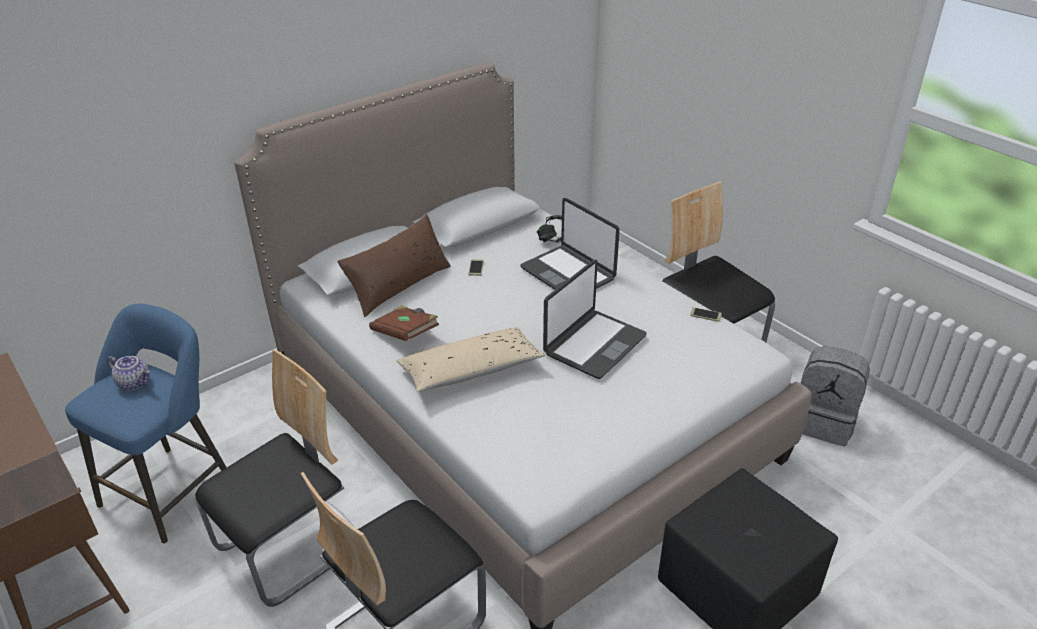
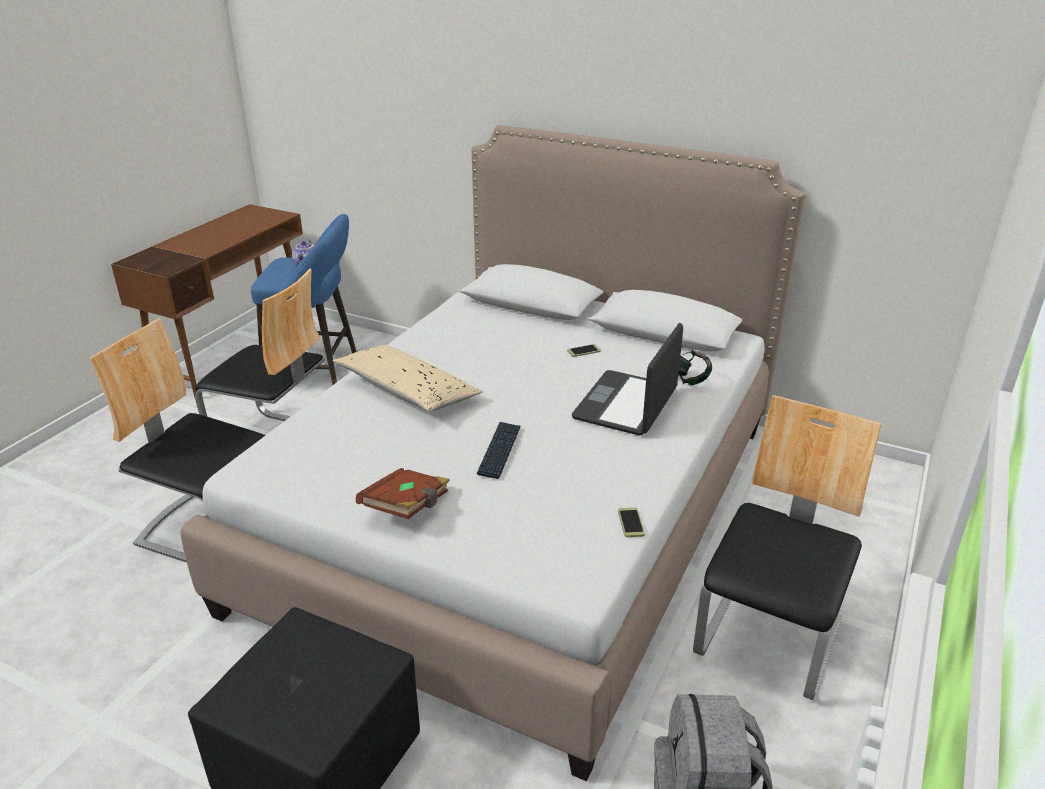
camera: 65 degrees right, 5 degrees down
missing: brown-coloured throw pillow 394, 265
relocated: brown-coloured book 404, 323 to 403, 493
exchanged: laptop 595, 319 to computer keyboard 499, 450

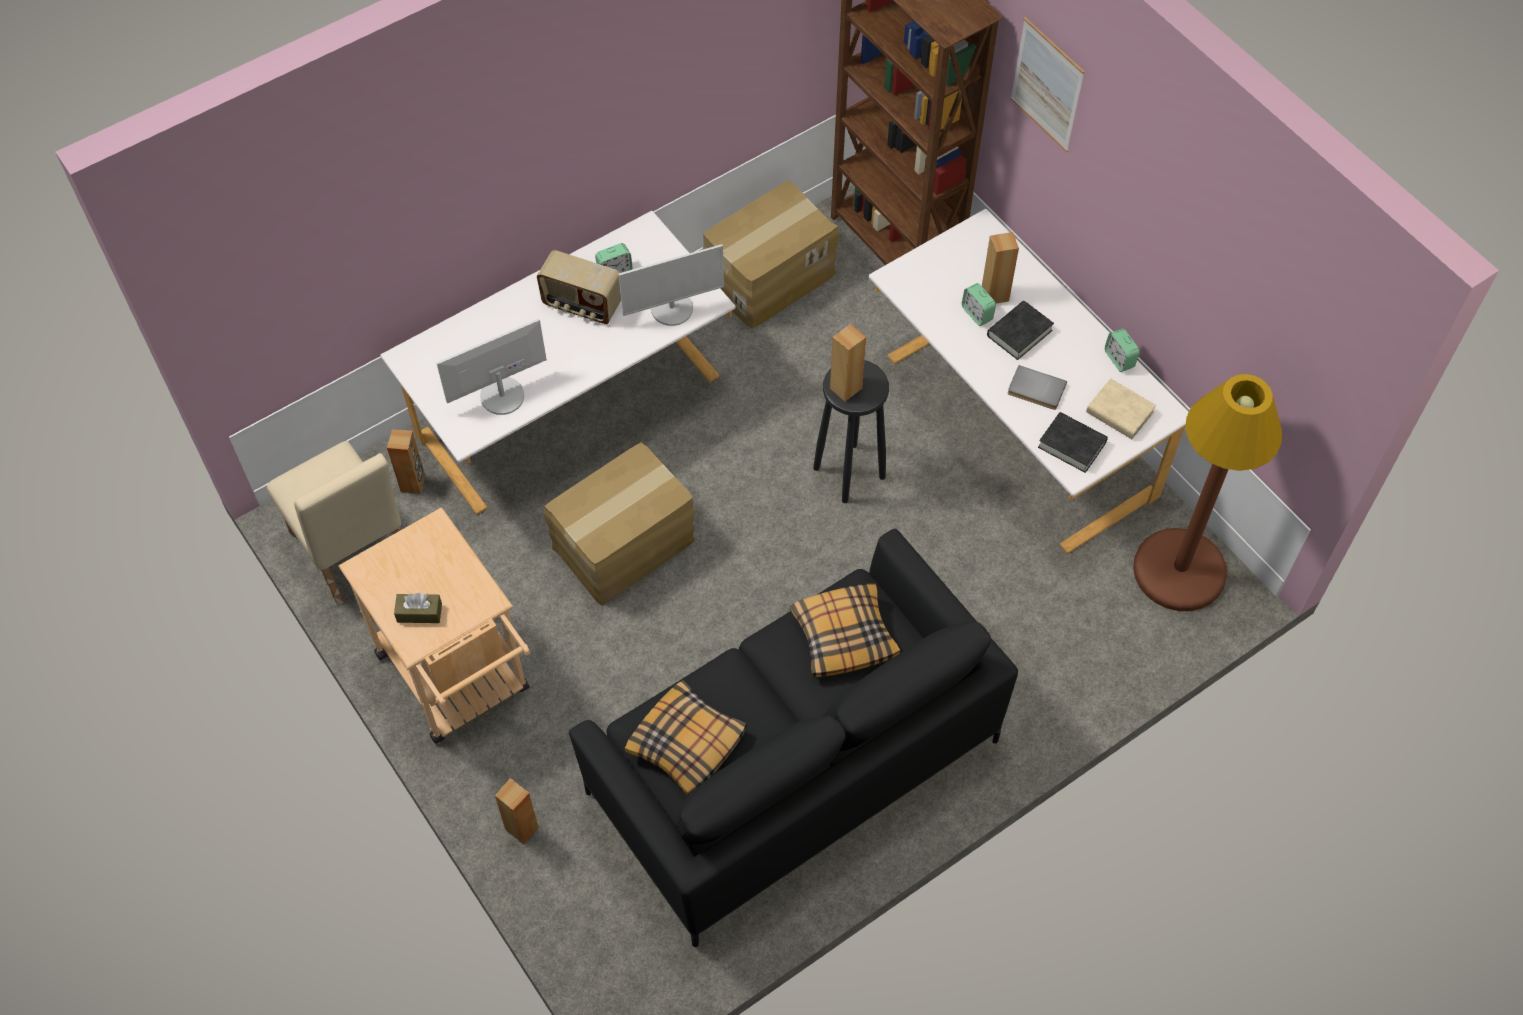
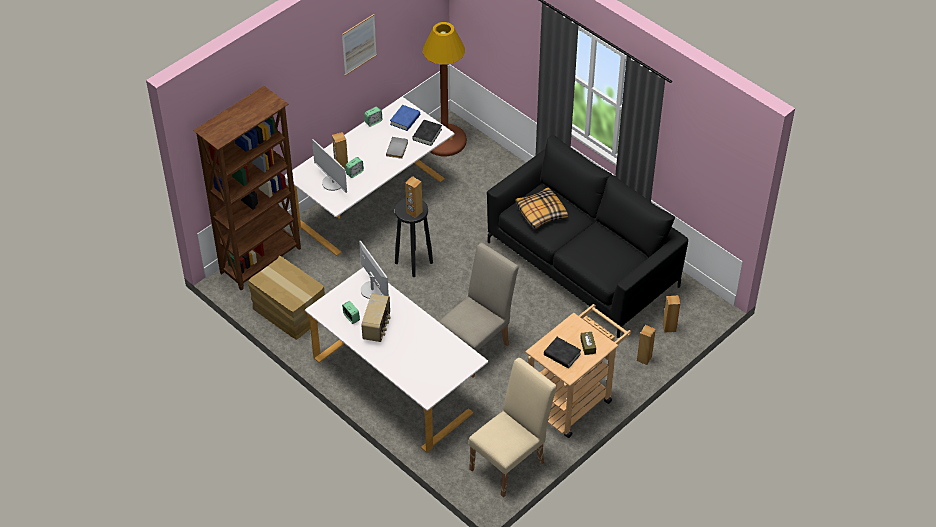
camera: 100 degrees left, 10 degrees down
missing: throw pillow 686, 738
relocated: picture 1048, 84 to 359, 45; black-coloured book 1020, 330 to 562, 352; computer screen 491, 366 to 329, 166; brown-coloured speaker 406, 462 to 671, 314
exchanged: cardboard box 619, 524 to beige chair 478, 310
colour: beige book 1121, 409 to blue-coloured book 405, 118

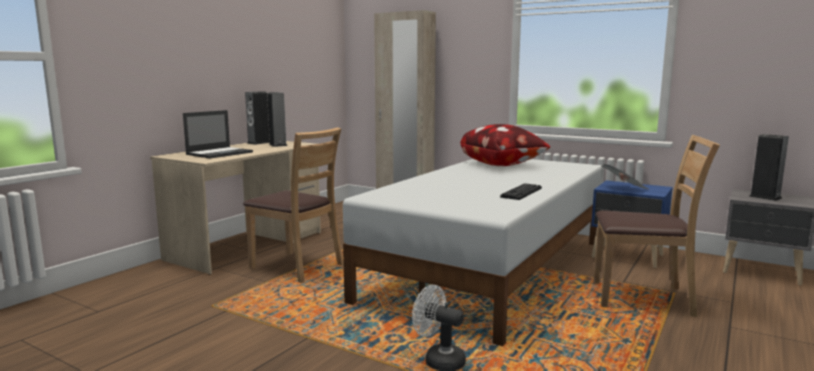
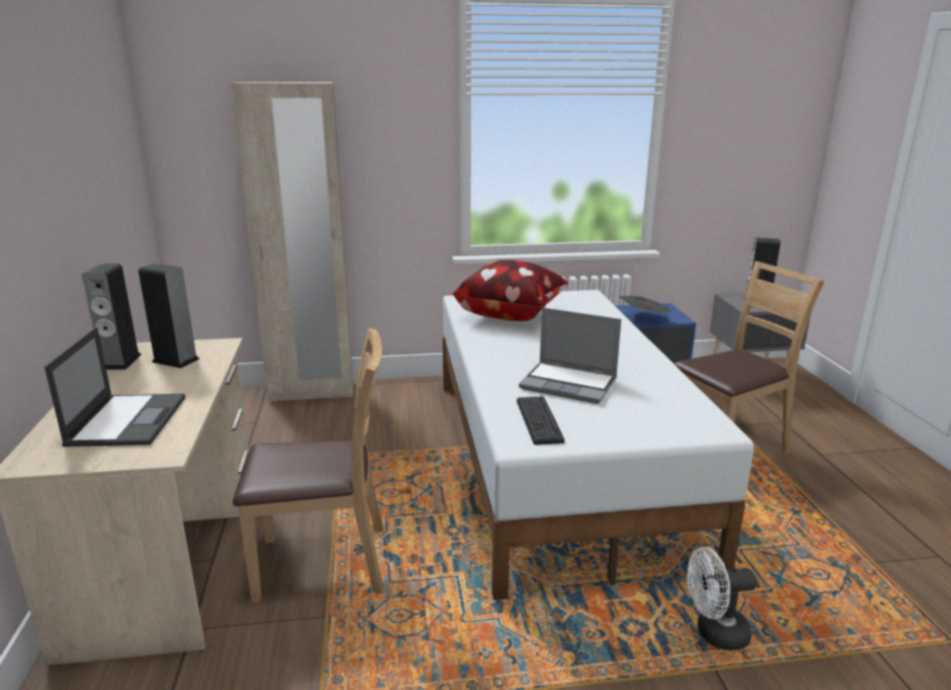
camera: 40 degrees left, 10 degrees up
appeared: laptop 570, 355
relocated: computer keyboard 521, 191 to 541, 420

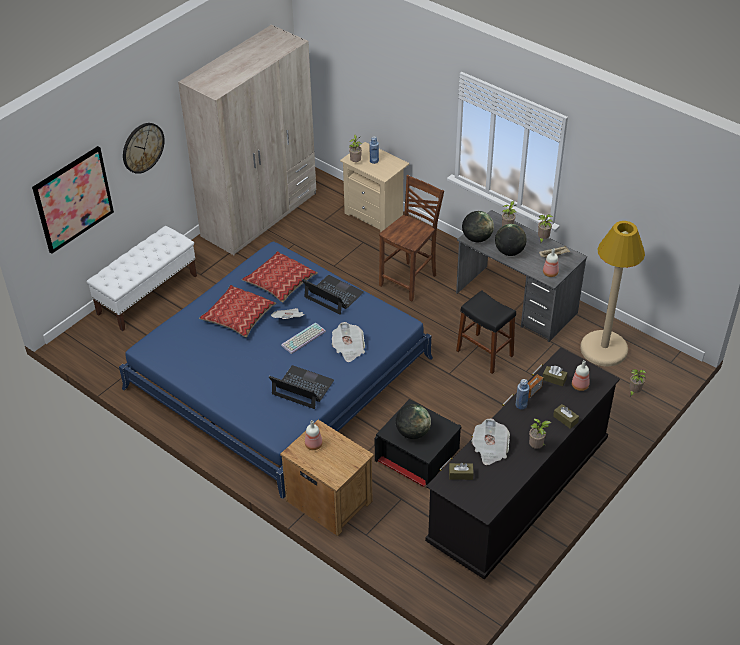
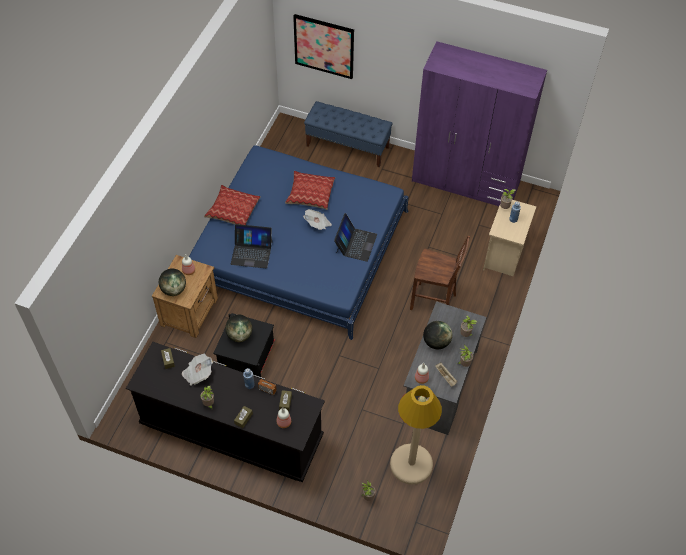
camera: 70 degrees right, 10 degrees up
missing: clock on the wall 144, 148; black-coloured sitting stool 486, 332; computer keyboard 303, 338; newspaper 348, 342
relocated: world globe 478, 226 to 172, 282; throw pillow 279, 277 to 232, 205
colour: beige wardrobe 247, 140 to purple wardrobe 479, 123; whitish indoor bench 142, 278 to blue-coloured indoor bench 348, 134
spun: laptop 301, 387 = 251, 246 90 degrees clockwise

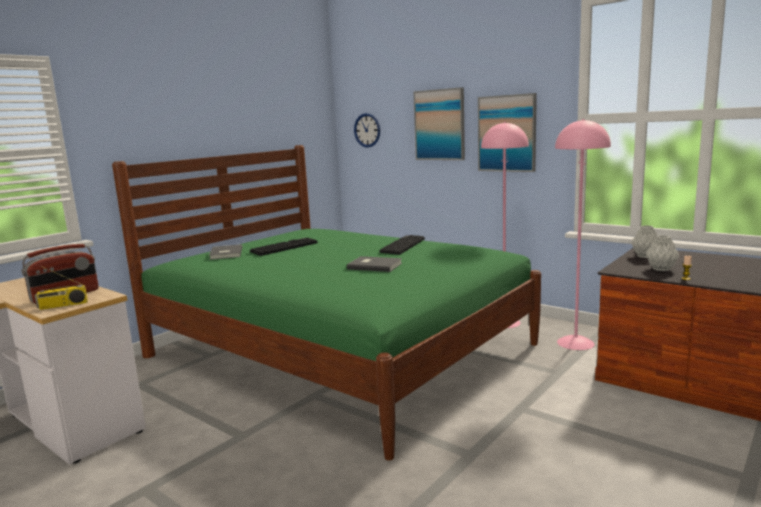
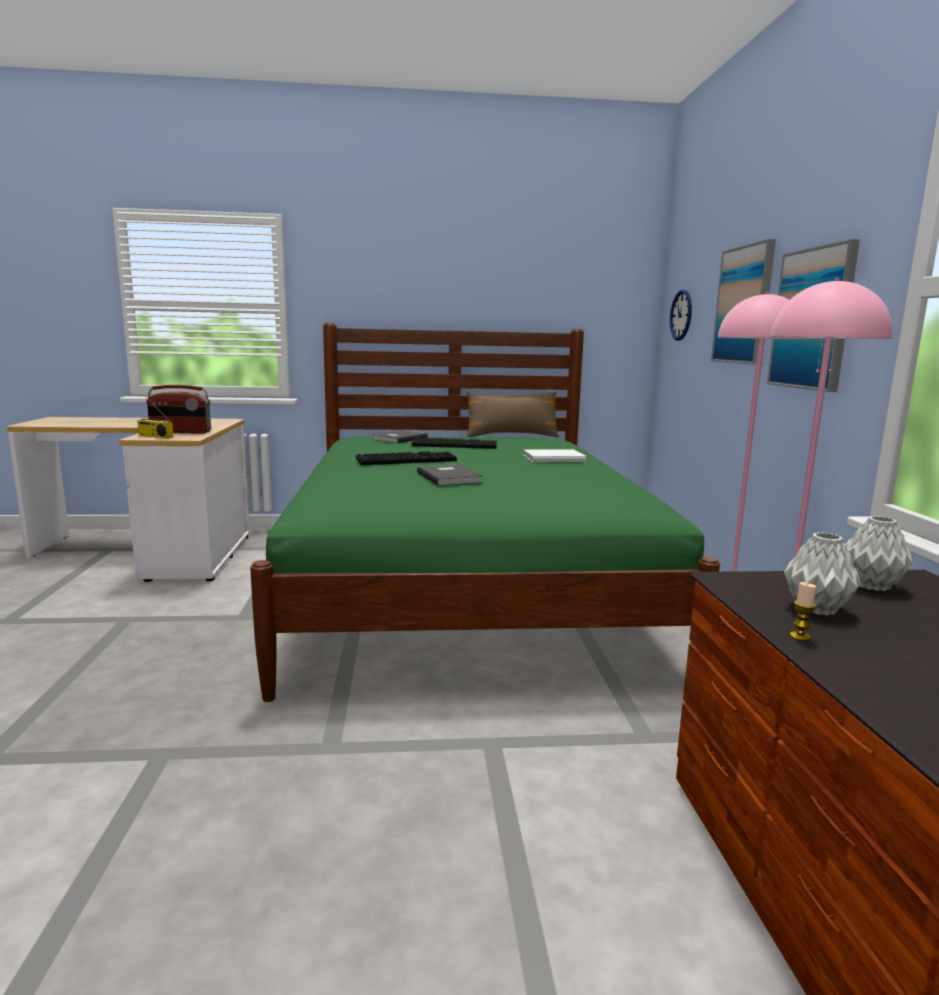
camera: 45 degrees right, 0 degrees up
appeared: brown-coloured throw pillow 513, 414; whitish book 555, 455
relocated: computer keyboard 402, 245 to 406, 458

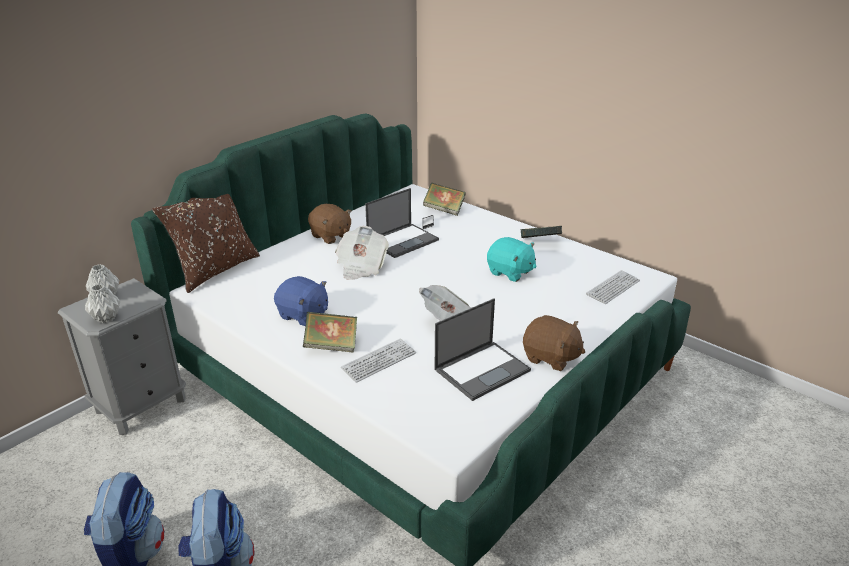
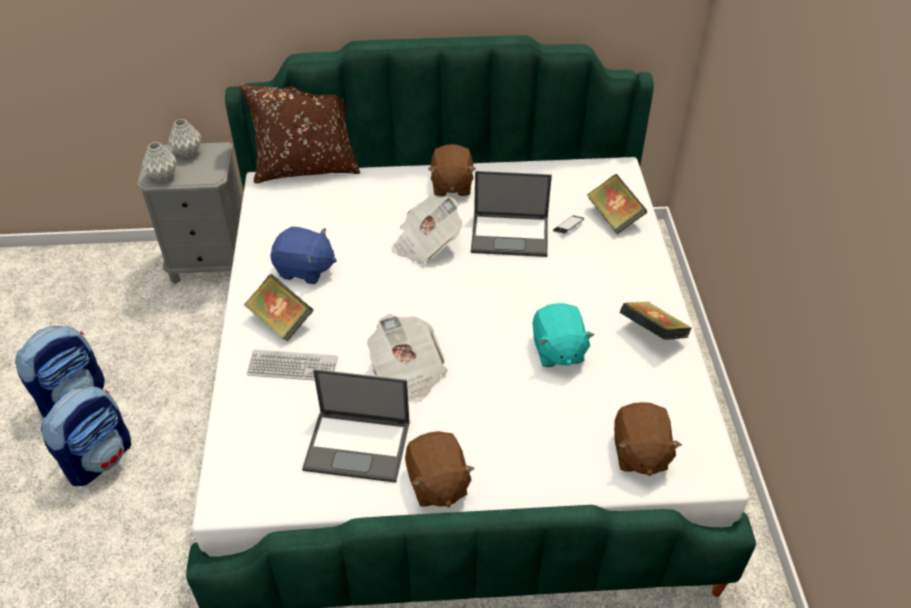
camera: 45 degrees right, 15 degrees up
exchanged: computer keyboard 613, 287 to brown-coloured soft toy 648, 439
spun: blue-coloured soft toy 301, 301 = 303, 255 60 degrees counterclockwise

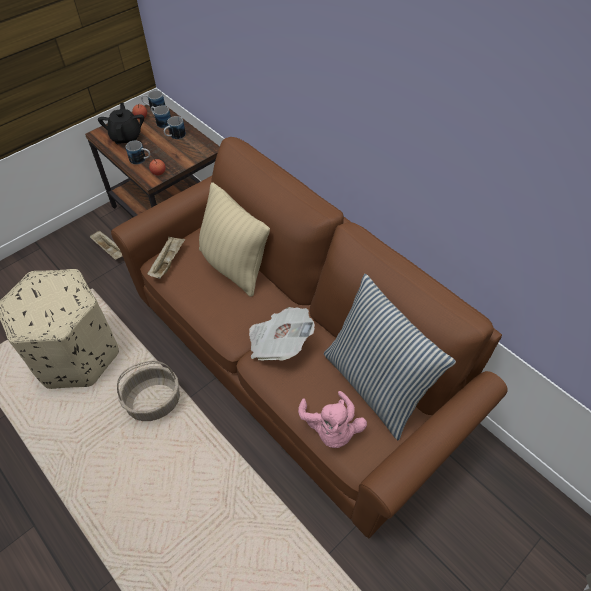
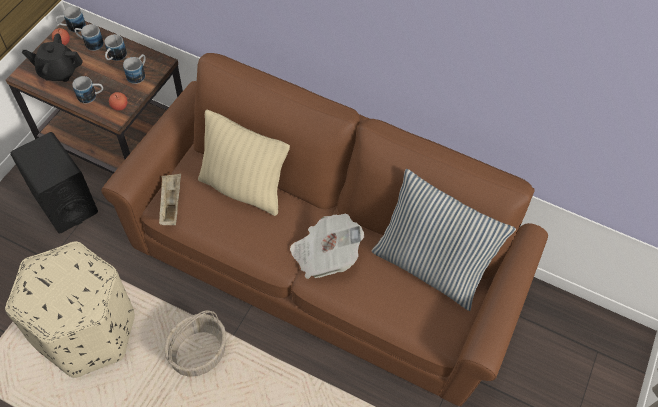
camera: 25 degrees left, 5 degrees up
missing: pink soft toy 332, 419
appeared: mug 134, 69
exchanged: beige tray 106, 245 to black-coloured speaker 54, 182
spun: black-coloured tea pot 121, 123 = 52, 57 60 degrees counterclockwise

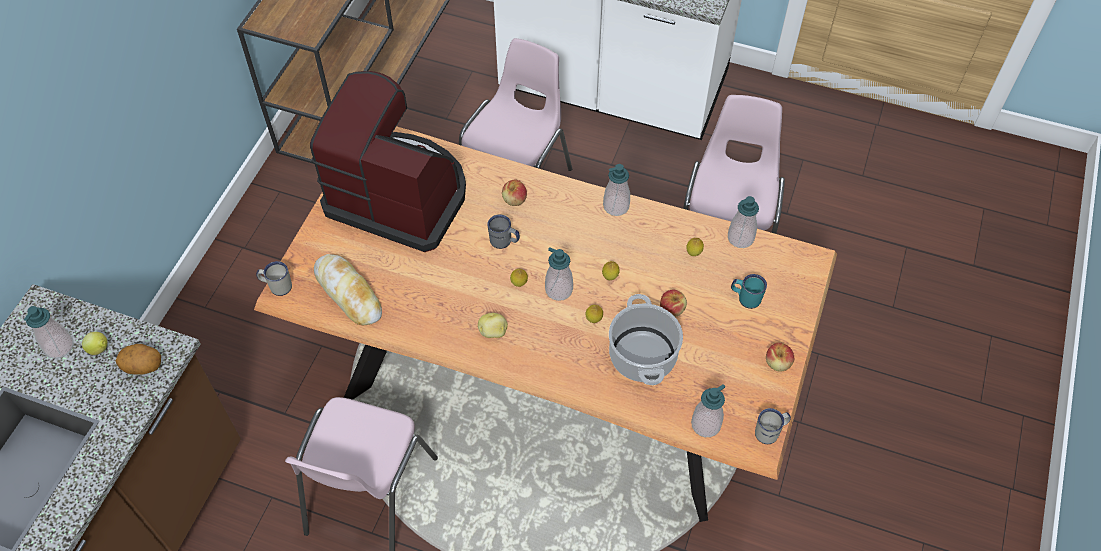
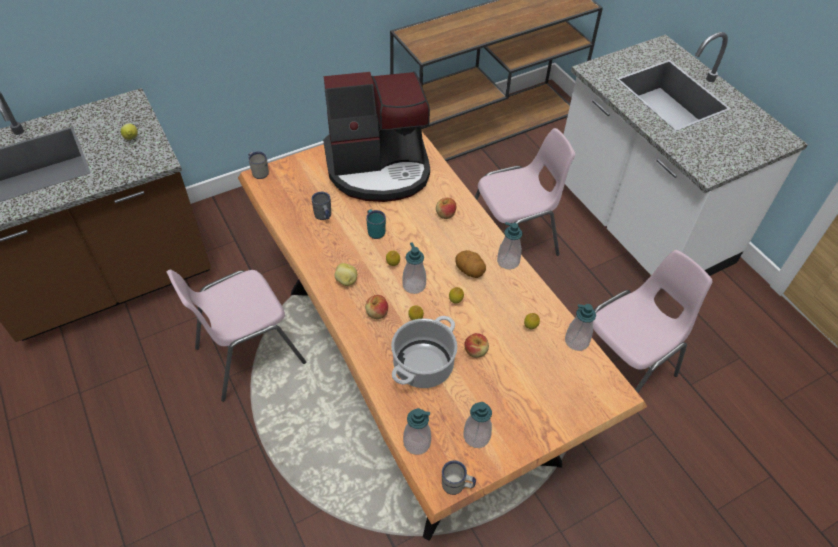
camera: 40 degrees right, 5 degrees down
missing: bakery bread 348, 289
relocated: gray mug 503, 231 to 321, 206; blue-green mug 749, 291 to 376, 224; soap dispenser 49, 332 to 477, 425; whole apple 780, 357 to 376, 307; spud 138, 359 to 470, 264
spun: coffee maker 388, 161 = 376, 137 105 degrees clockwise

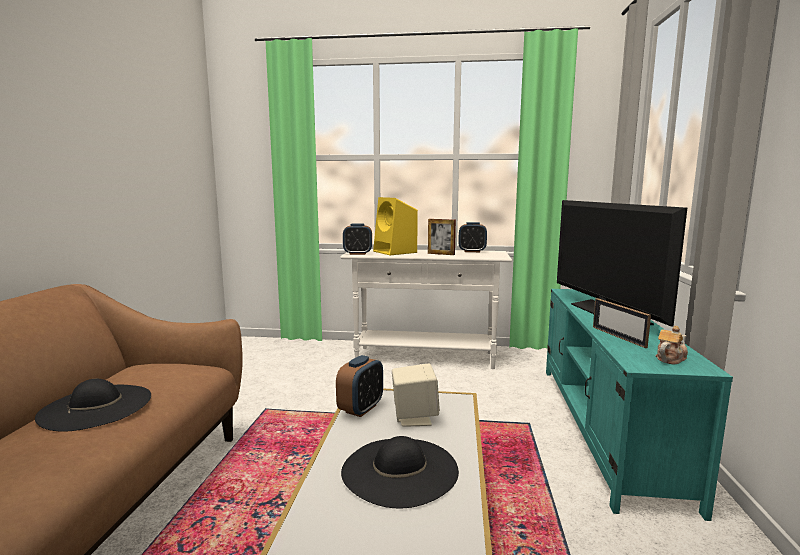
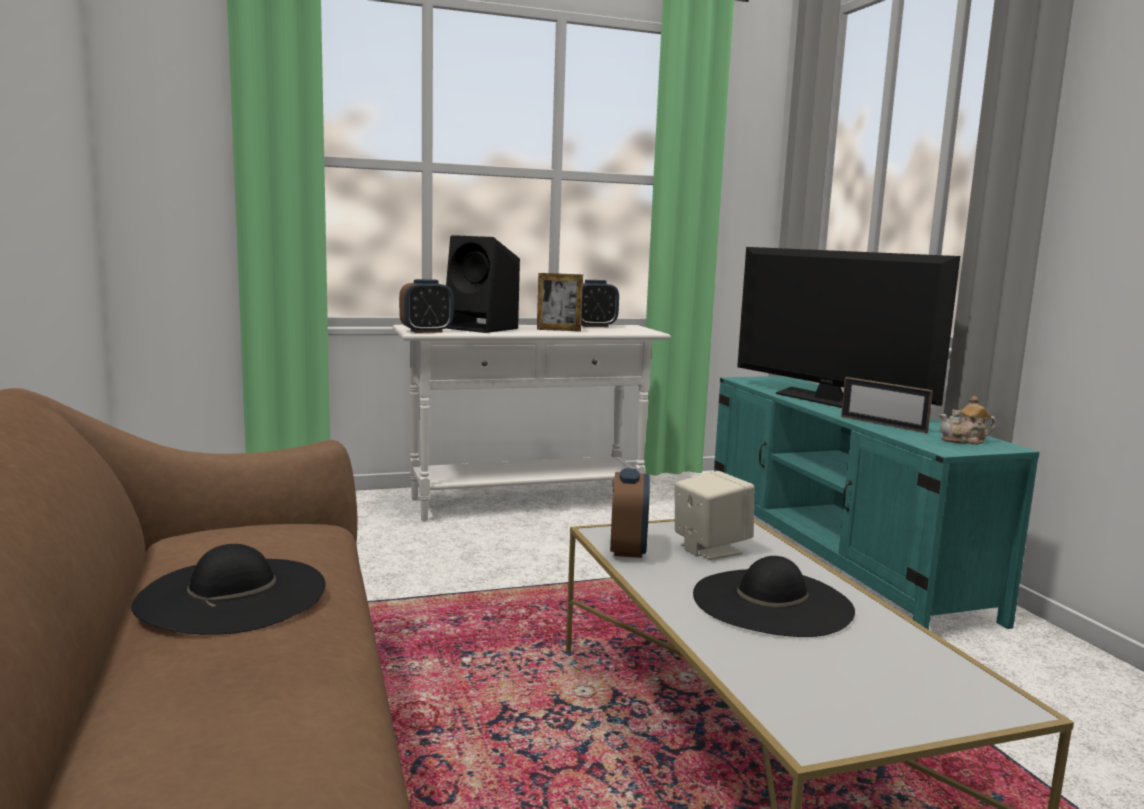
camera: 25 degrees left, 0 degrees up
colour: yellow speaker 395, 226 to black-coloured speaker 483, 284
spun: tea pot 672, 345 = 967, 420 120 degrees counterclockwise

